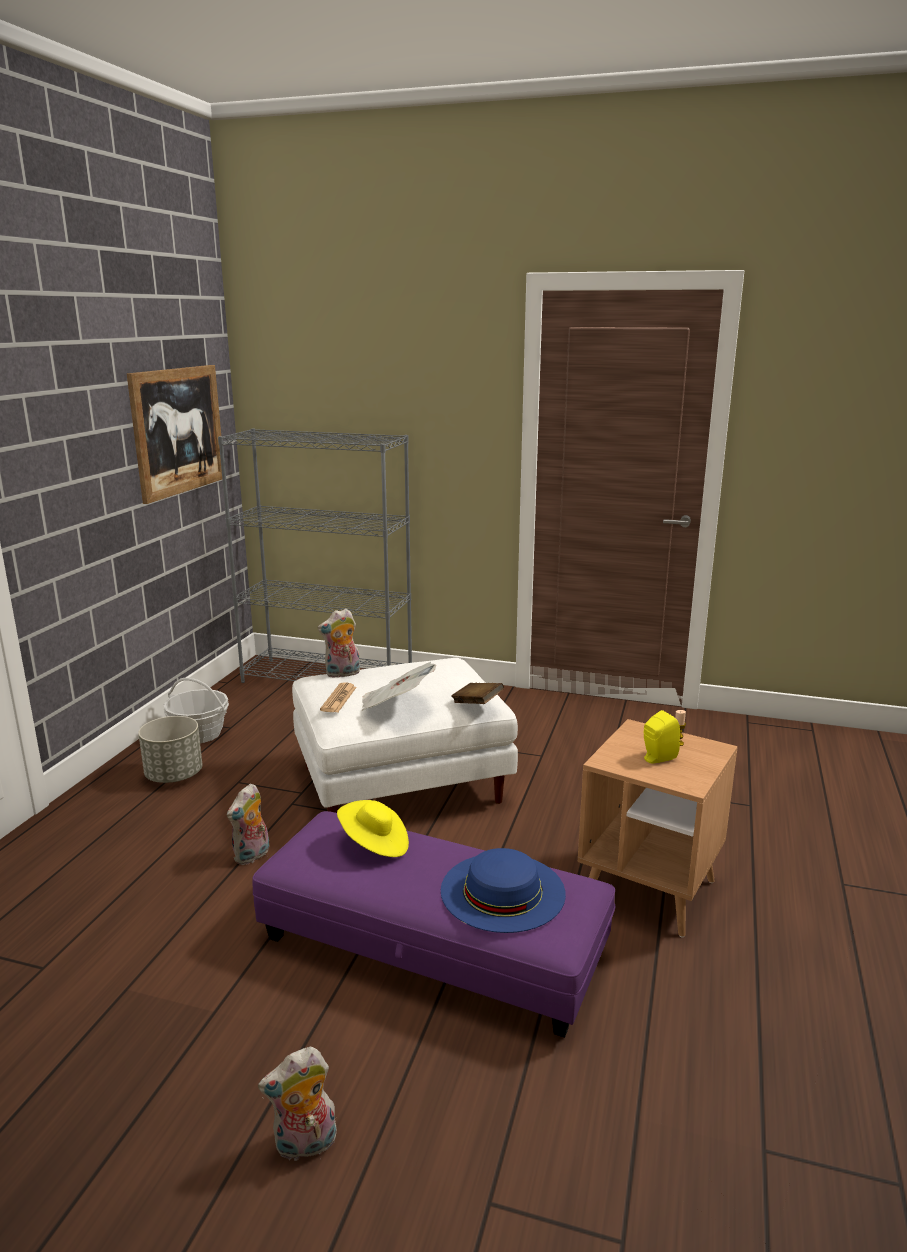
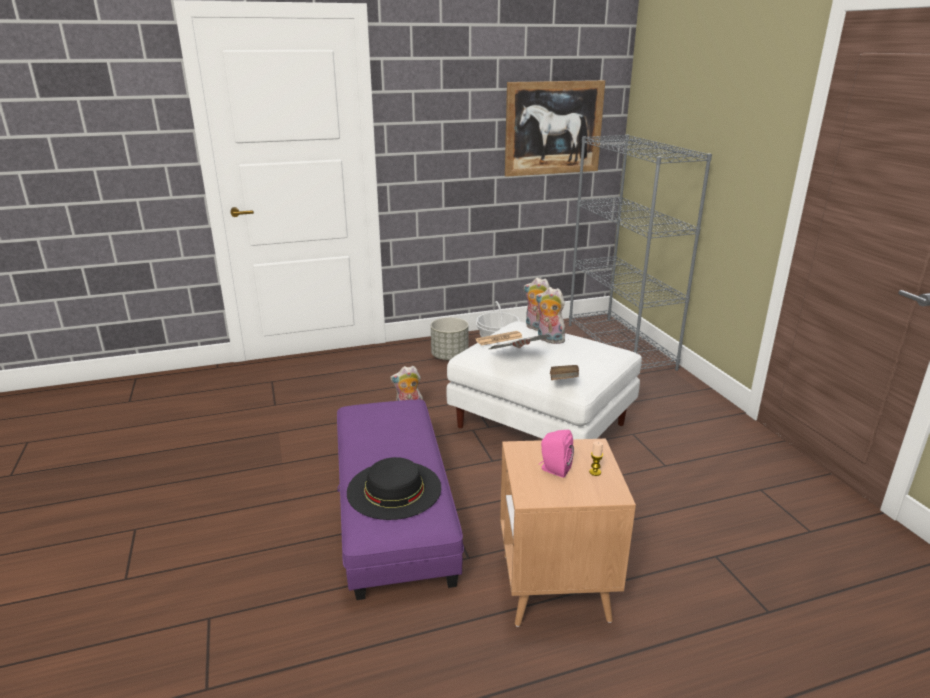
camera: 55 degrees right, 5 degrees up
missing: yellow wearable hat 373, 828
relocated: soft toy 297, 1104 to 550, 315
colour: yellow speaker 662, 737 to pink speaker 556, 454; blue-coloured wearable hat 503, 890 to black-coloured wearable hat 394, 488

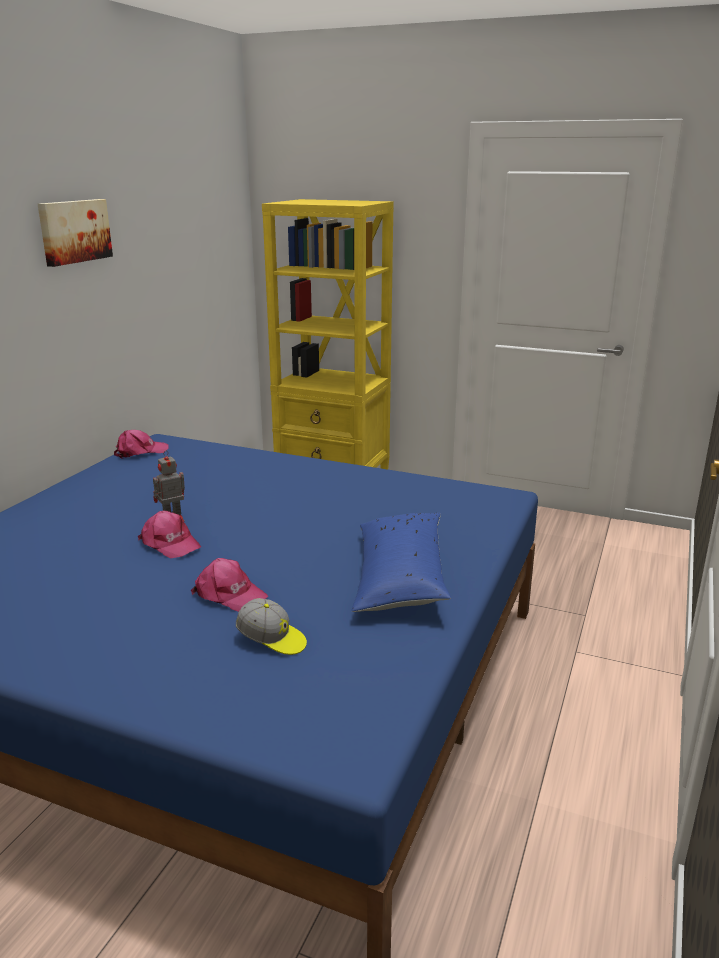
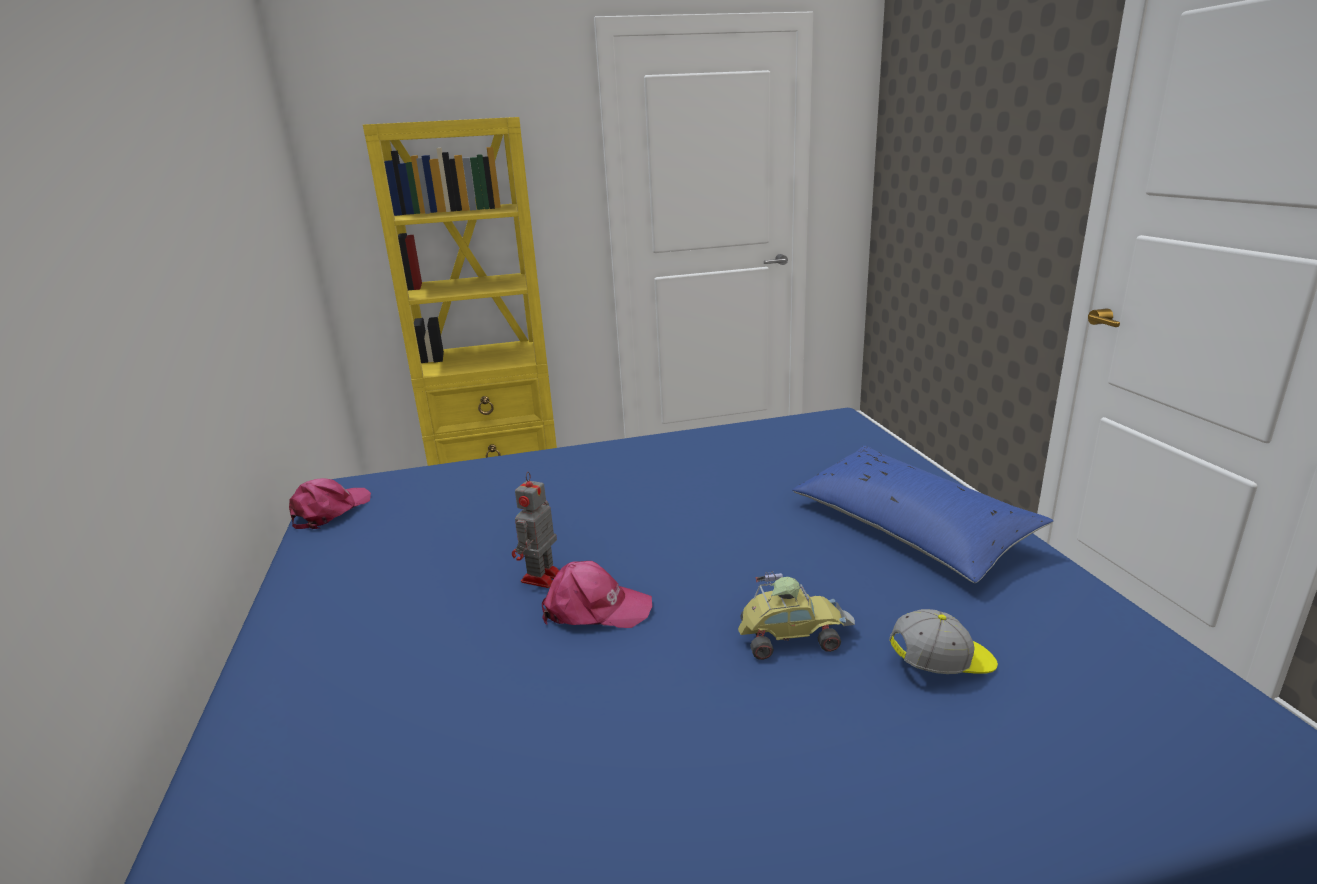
camera: 35 degrees left, 0 degrees up
missing: picture 75, 233
exchanged: pink cap 229, 585 to toy car 796, 615

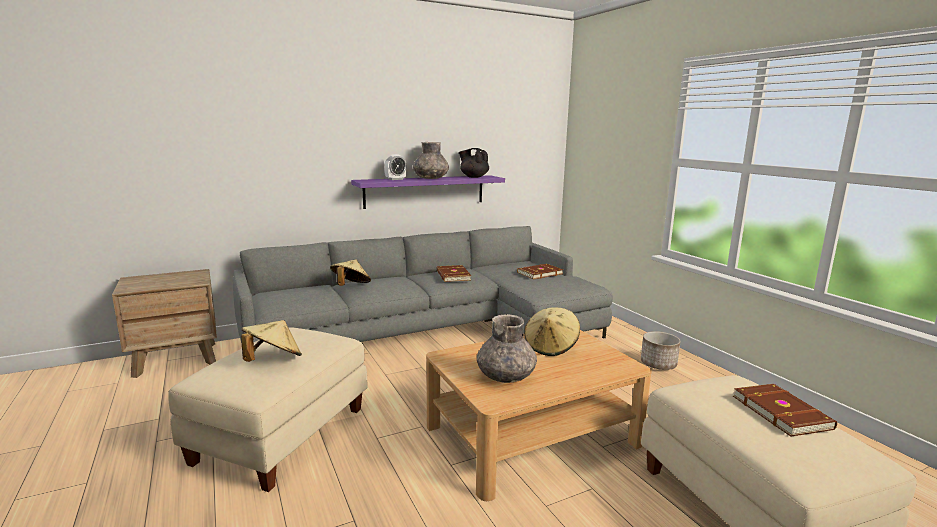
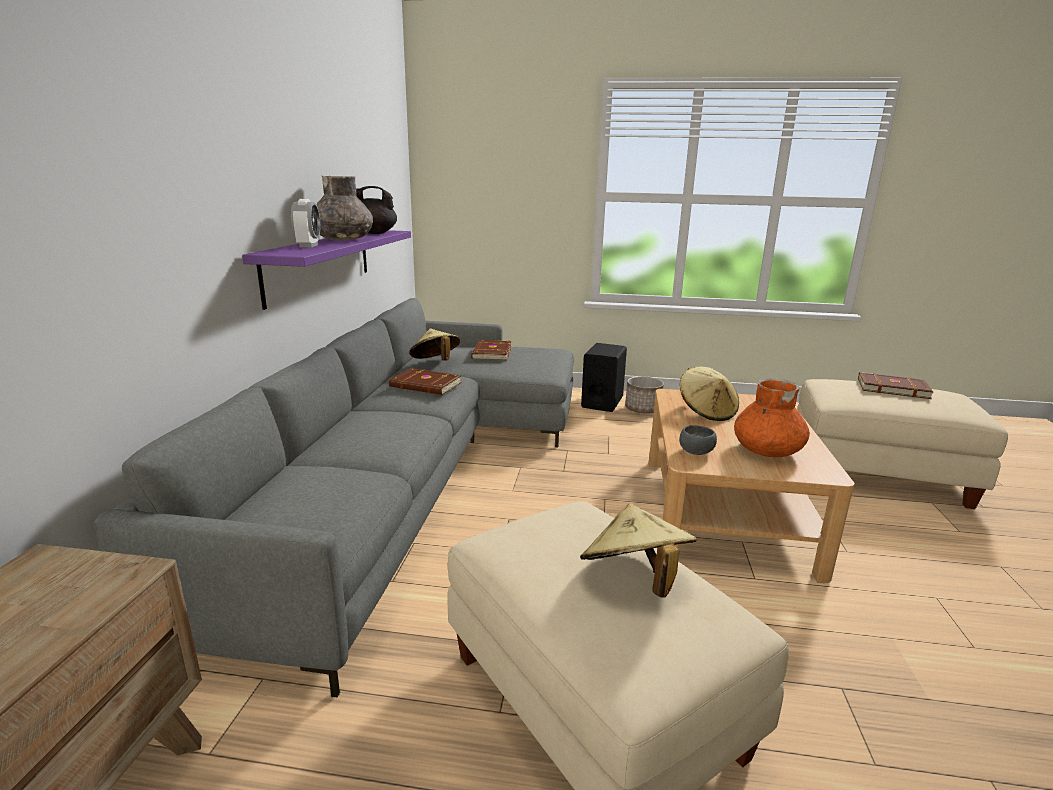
camera: 55 degrees left, 5 degrees up
appeared: black-coloured speaker 604, 377; gray serving bowl 698, 440
relocated: beige wearable hat 350, 272 to 434, 344
colour: gray vase 507, 348 to orange vase 772, 418

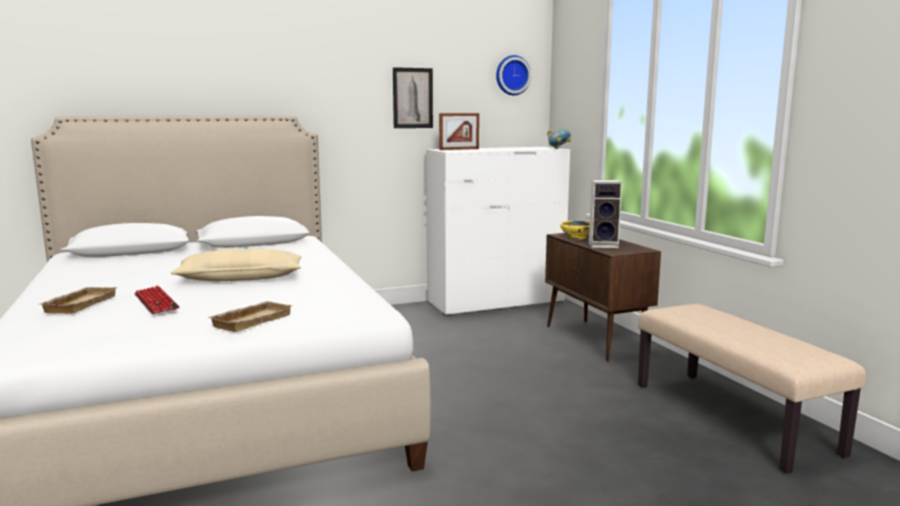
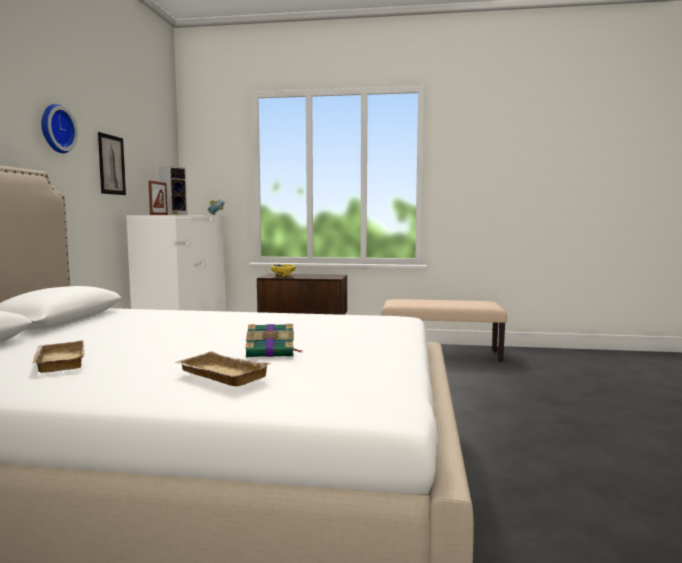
camera: 60 degrees left, 5 degrees down
missing: beige throw pillow 236, 265
relocated: clock on the wall 513, 75 to 59, 128; speaker 605, 214 to 173, 190; beige tray 250, 316 to 59, 356
exchanged: computer keyboard 157, 300 to book 274, 340

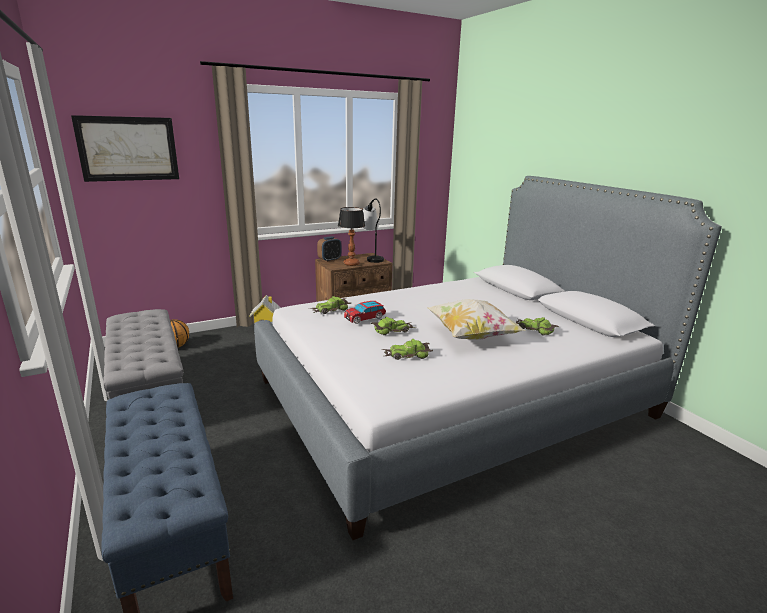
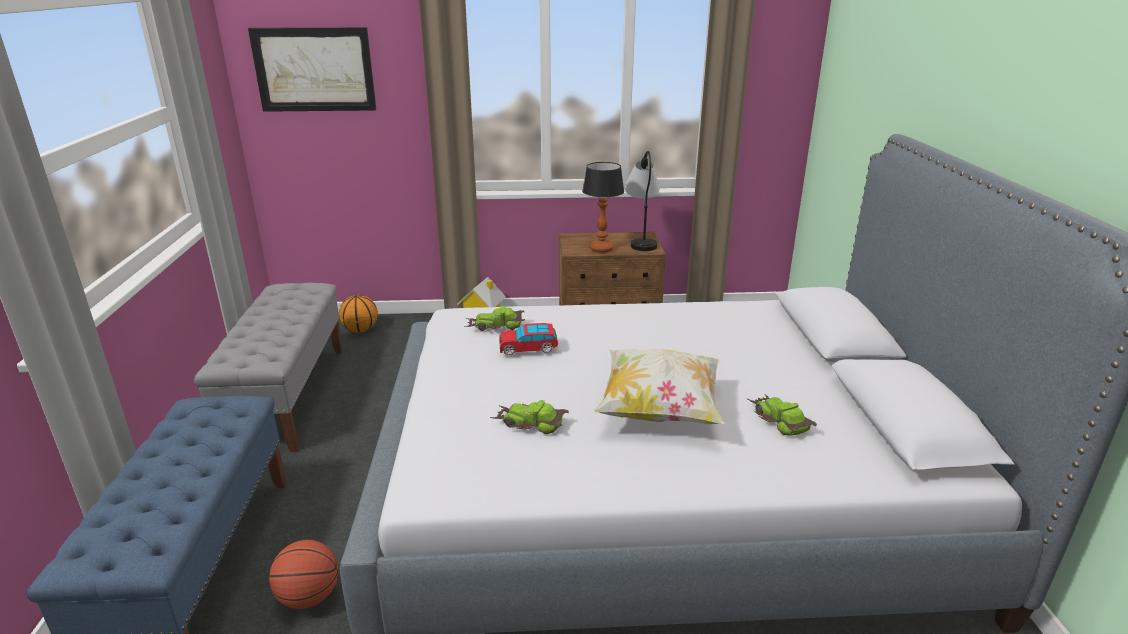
camera: 25 degrees right, 5 degrees up
missing: table clock 329, 249; toy car 394, 326
appeared: basketball 304, 574

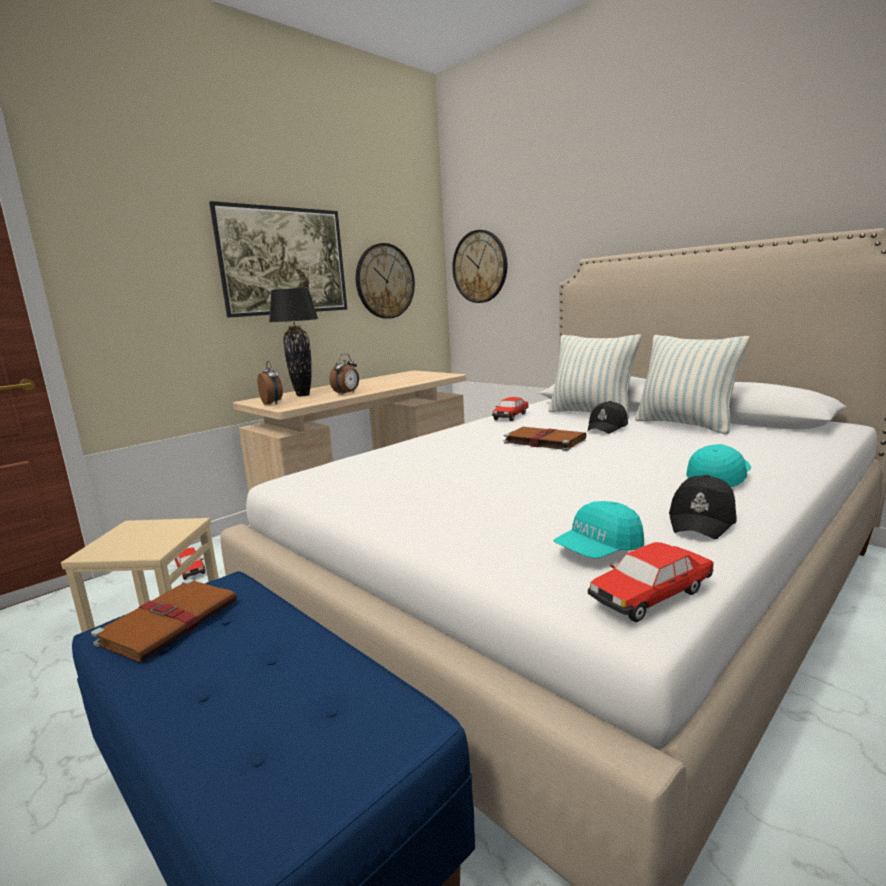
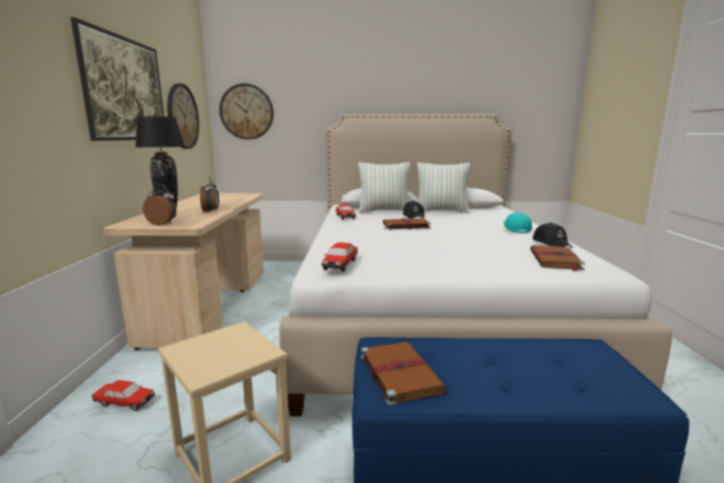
camera: 45 degrees left, 0 degrees up
relocated: toy car 651, 582 to 340, 257
exchanged: blue-green cap 598, 530 to brown-coloured book 557, 258

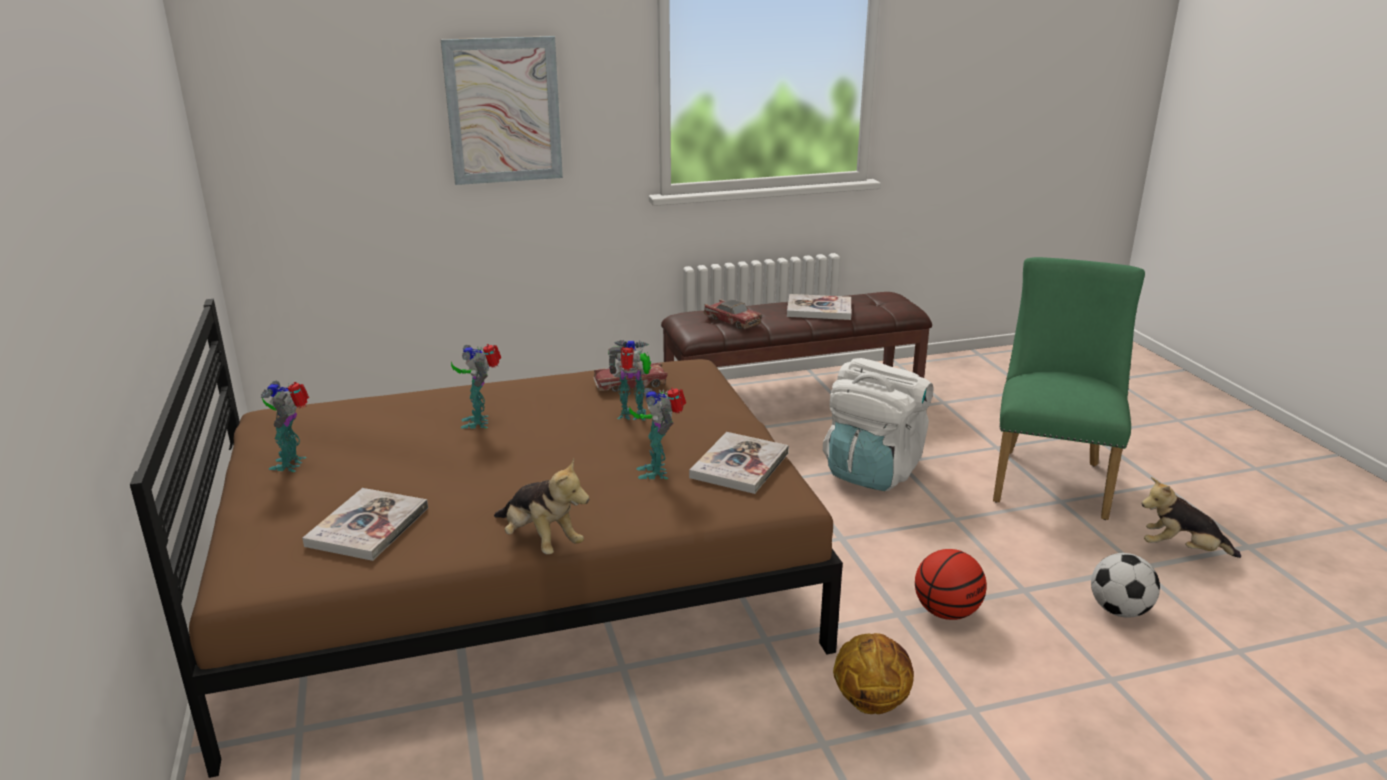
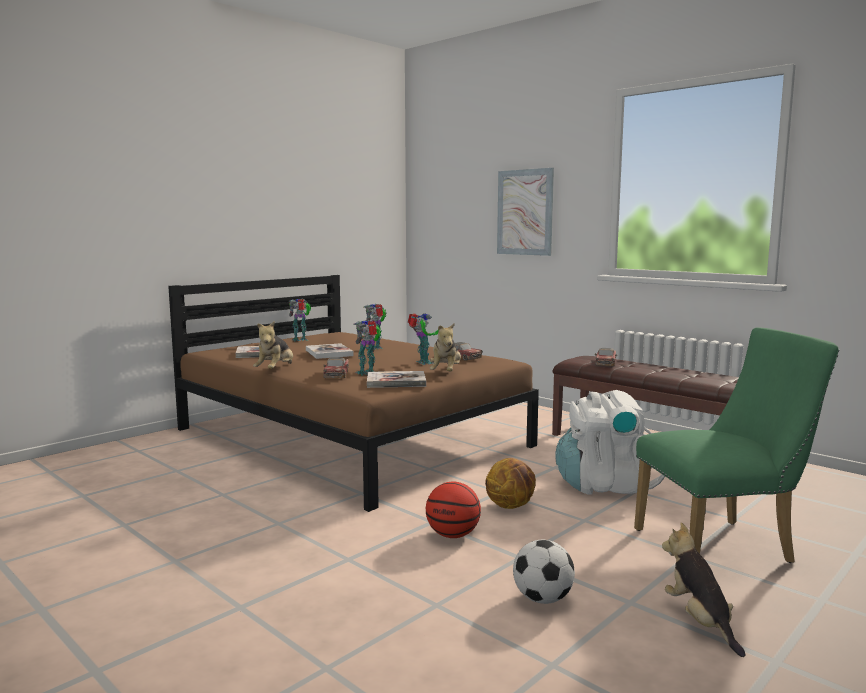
camera: 60 degrees right, 15 degrees down
appeared: soft toy 445, 347; toy car 336, 367
relocated: book 819, 307 to 330, 351; basketball 873, 673 to 510, 483

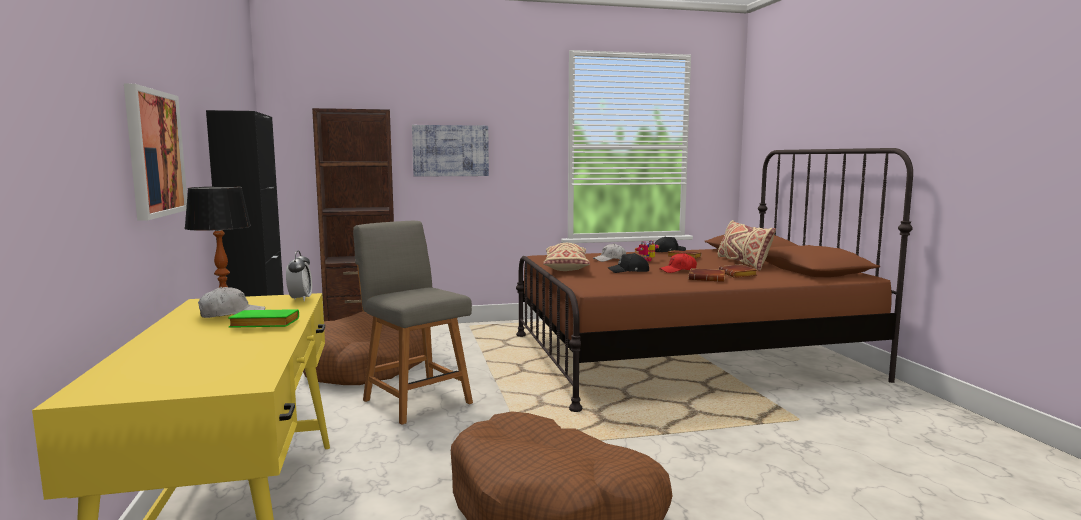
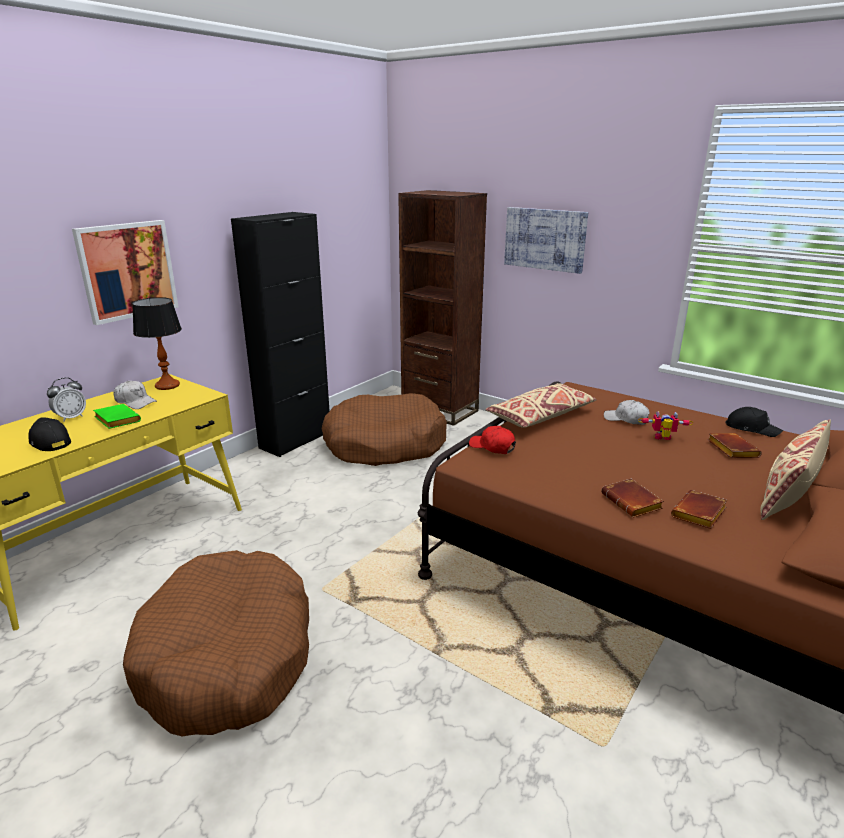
camera: 50 degrees right, 15 degrees up
missing: gray chair 413, 323
relocated: table clock 299, 276 to 66, 399; black-coloured cap 628, 263 to 49, 434; red-coloured cap 678, 263 to 492, 440

